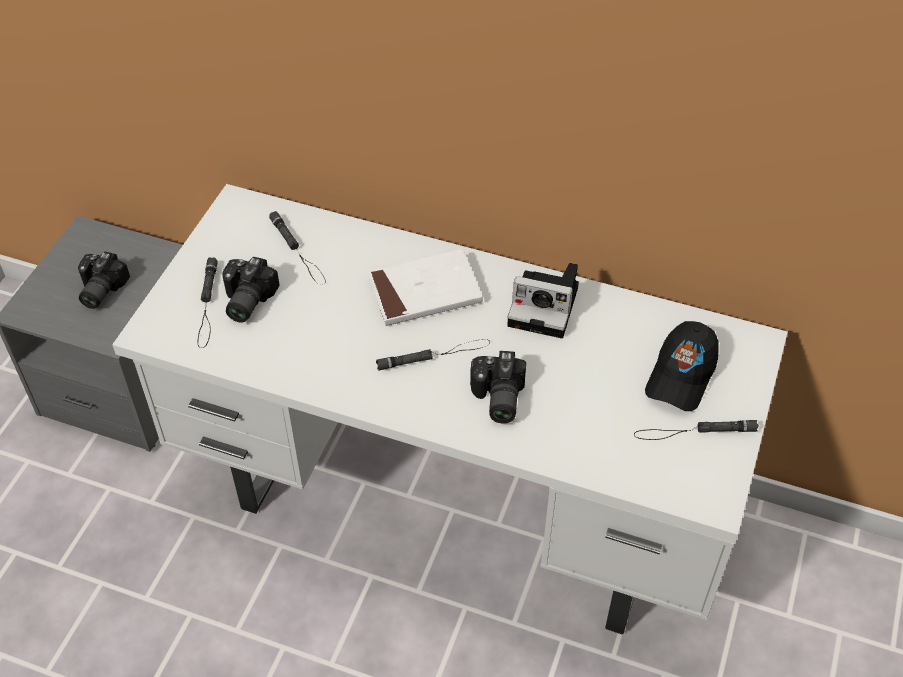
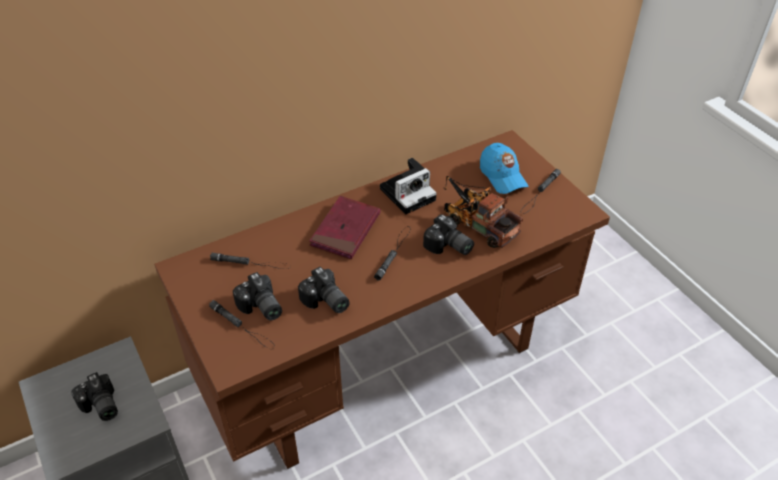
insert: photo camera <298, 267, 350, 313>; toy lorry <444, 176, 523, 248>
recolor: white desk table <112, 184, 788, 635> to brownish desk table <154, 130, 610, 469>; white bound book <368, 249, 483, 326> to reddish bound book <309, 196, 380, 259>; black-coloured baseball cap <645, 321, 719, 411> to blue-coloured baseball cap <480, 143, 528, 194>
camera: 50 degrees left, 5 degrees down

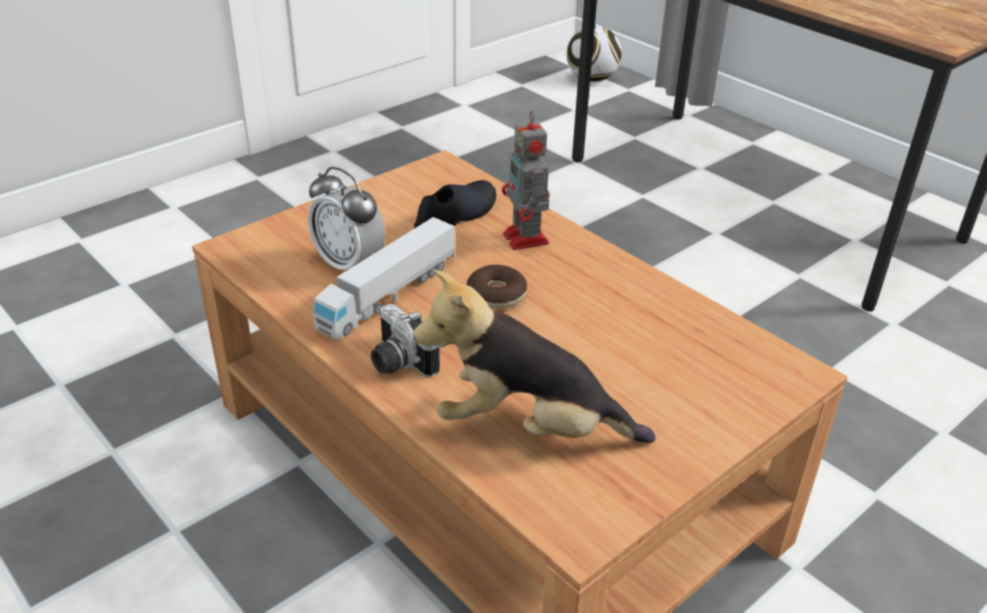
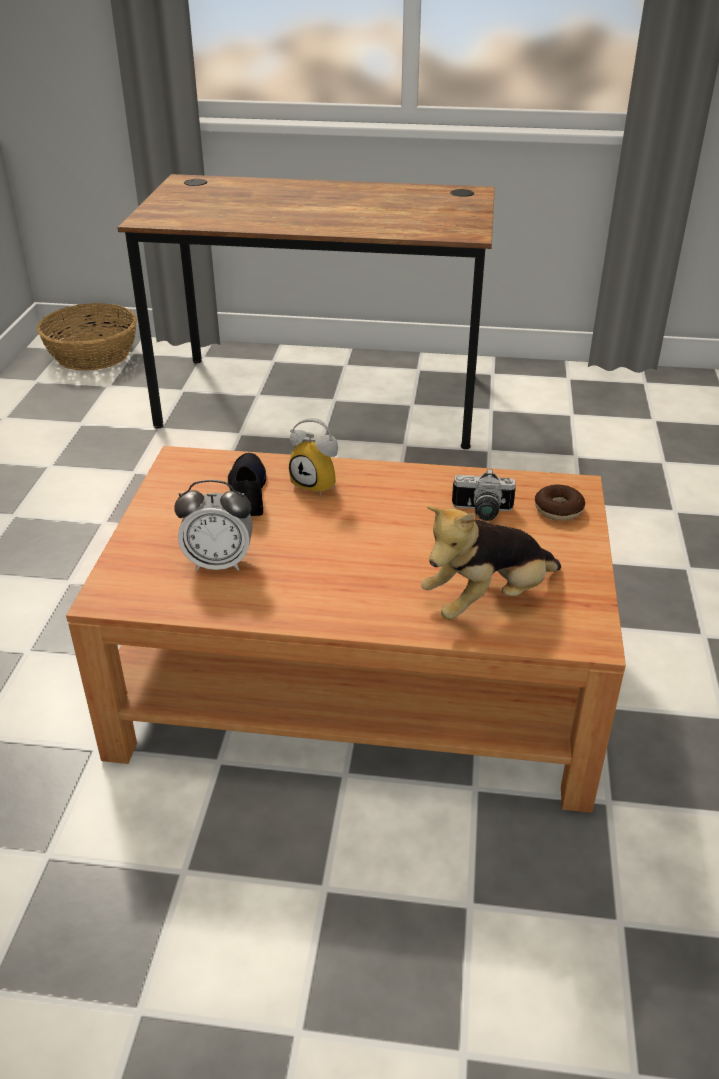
delete: toy lorry <313, 217, 456, 340>
move: photo camera <371, 304, 440, 377> to <452, 469, 516, 521>; doughnut <467, 265, 527, 309> to <535, 485, 585, 521>
replace: robot figure <502, 111, 550, 250> to alarm clock <289, 418, 338, 496>; football ball <567, 25, 622, 82> to storage basket <37, 303, 137, 371>
camera: 40 degrees left, 0 degrees up

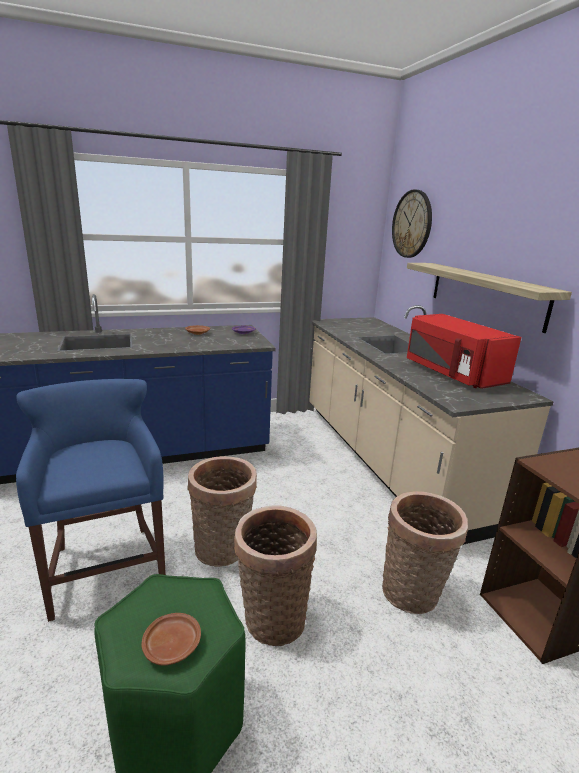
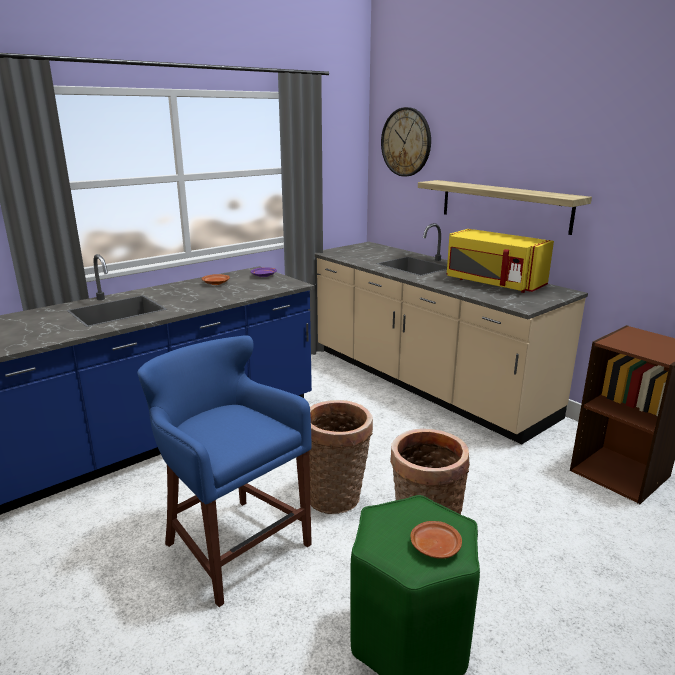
delete: storage basket <382, 491, 468, 614>
recolor: reddish kitchen microwave <407, 314, 521, 389> to yellow-coloured kitchen microwave <447, 229, 554, 293>
camera: 20 degrees left, 0 degrees up

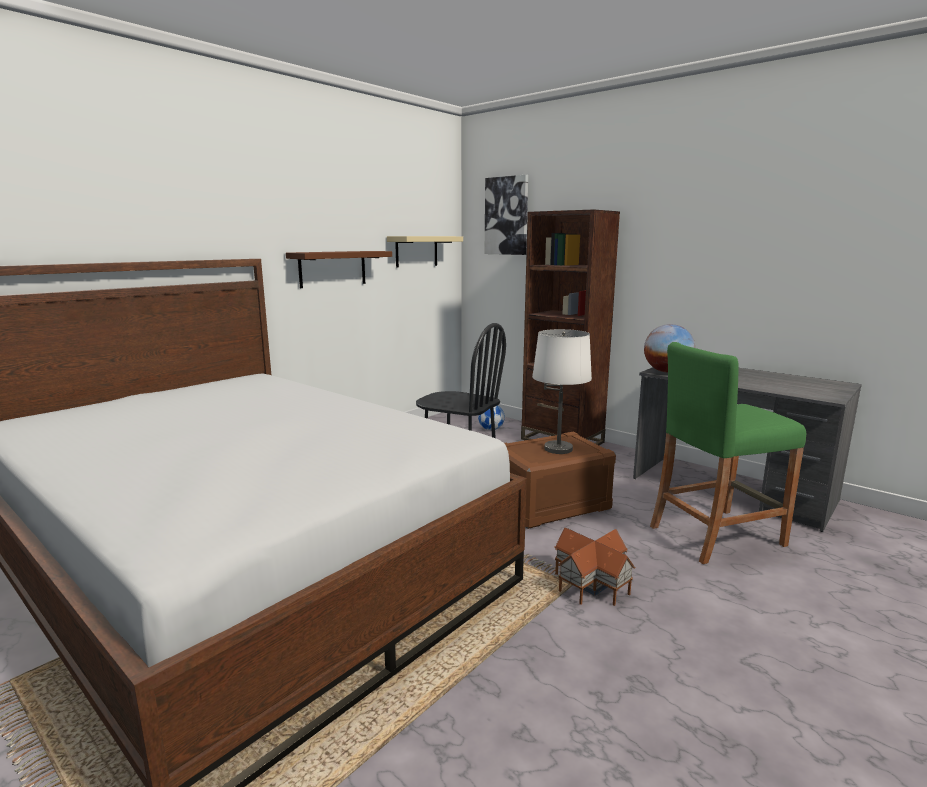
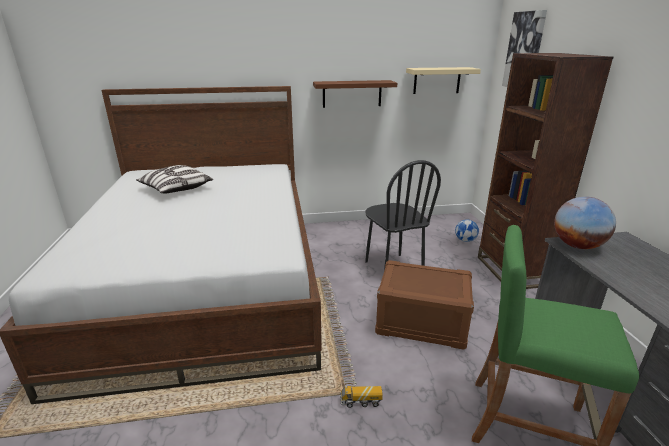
delete: white table lamp <532, 329, 592, 454>
insert: throw pillow <136, 165, 213, 193>
replace: miniature house <555, 528, 636, 606> to toy lorry <340, 386, 383, 408>
camera: 40 degrees right, 10 degrees up

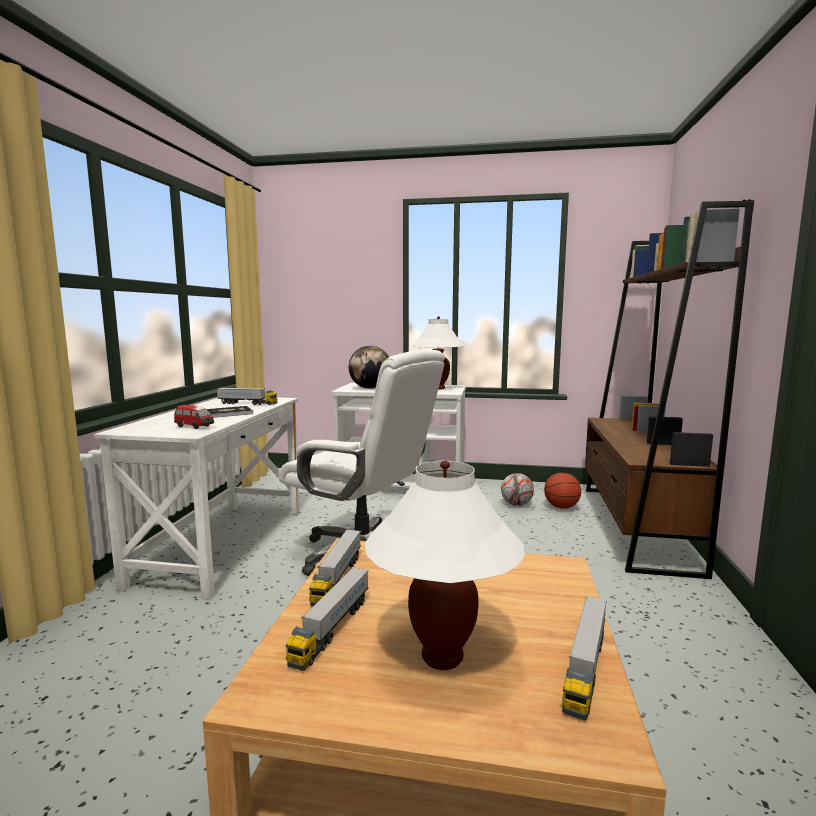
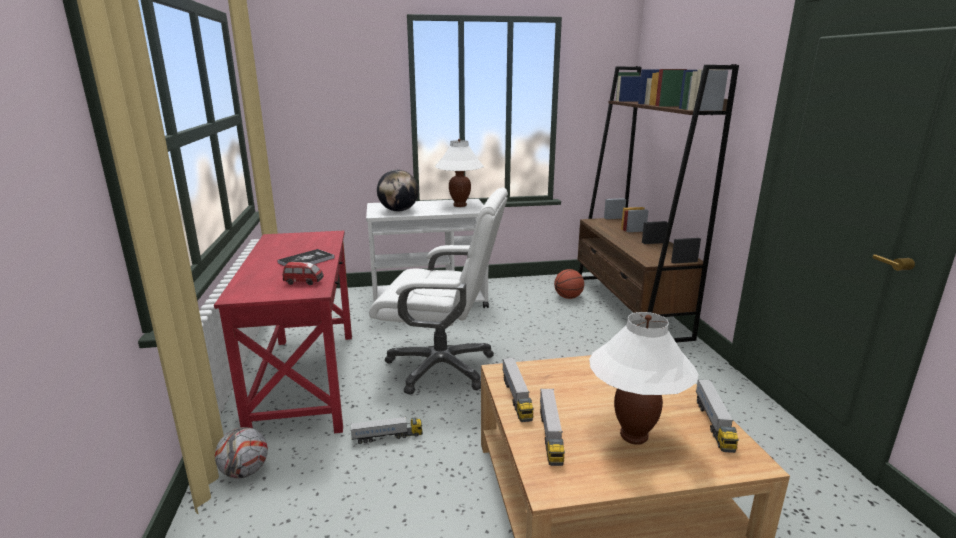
move: toy lorry <217, 388, 278, 405> to <351, 417, 423, 444>; football ball <501, 473, 534, 506> to <215, 427, 268, 478>
recolor: white desk table <93, 397, 299, 600> to reddish desk table <214, 231, 352, 433>
camera: 20 degrees left, 10 degrees up

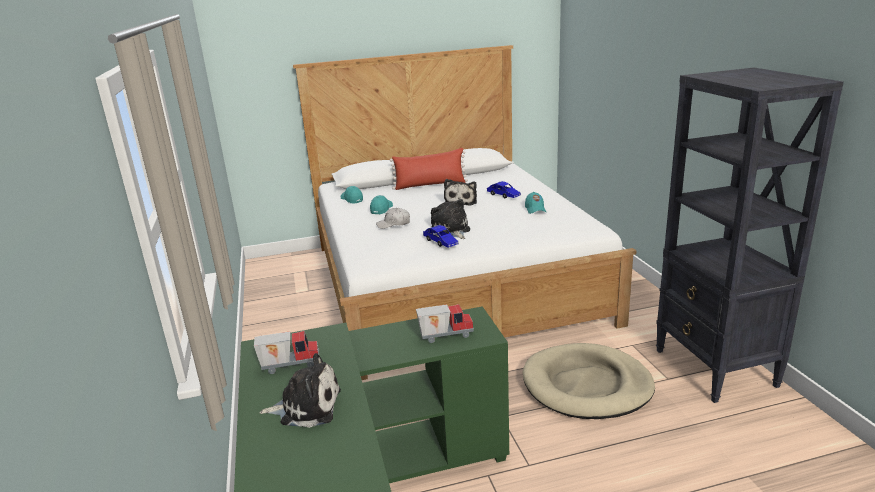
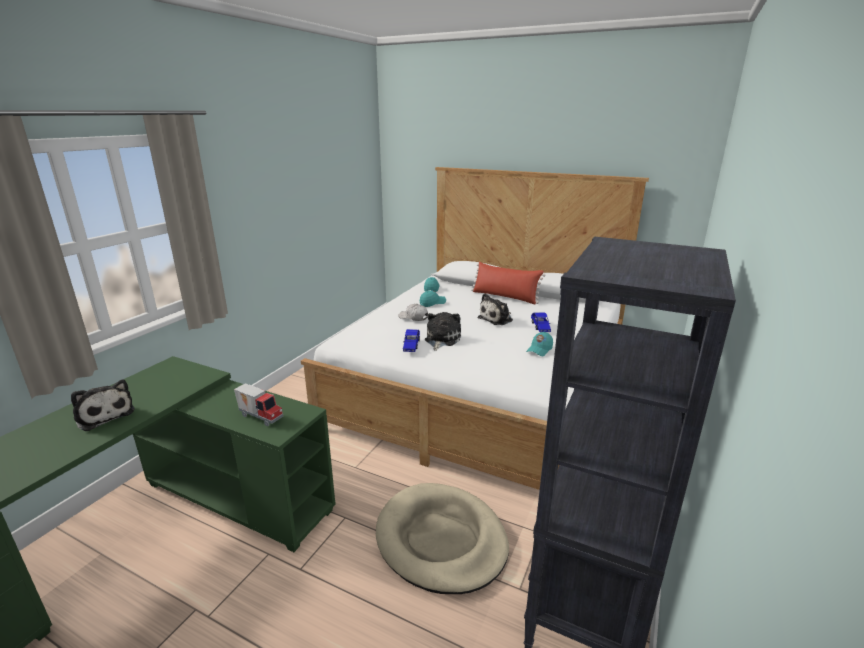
delete: toy lorry <254, 331, 319, 374>
camera: 40 degrees right, 0 degrees up

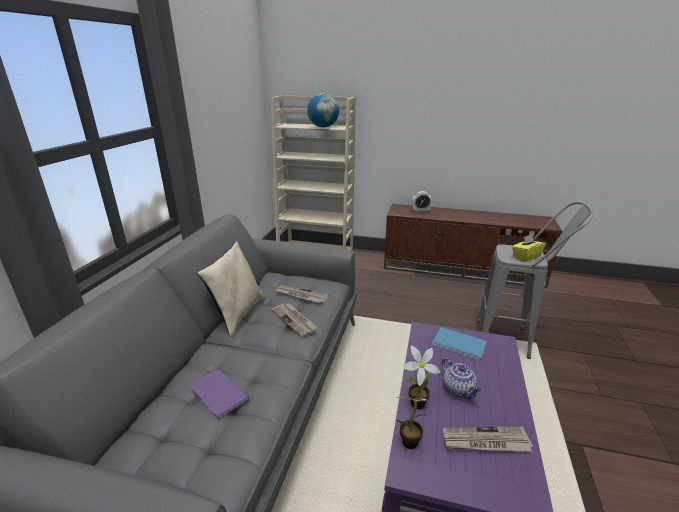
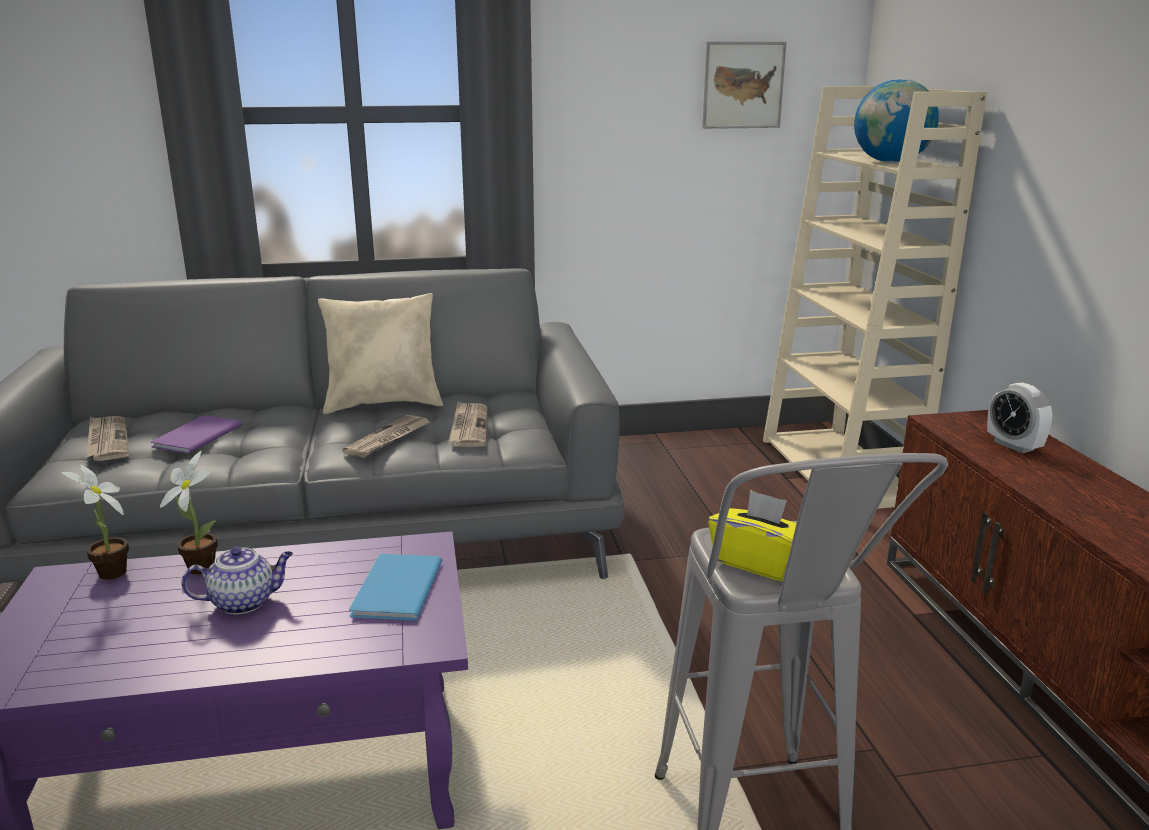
insert: picture <702, 42, 787, 129>
move: printed paper <443, 426, 533, 451> to <85, 416, 129, 461>
rotate: pot for tea <442, 358, 481, 399> = <181, 547, 293, 614> 150 degrees counterclockwise
camera: 65 degrees right, 5 degrees down

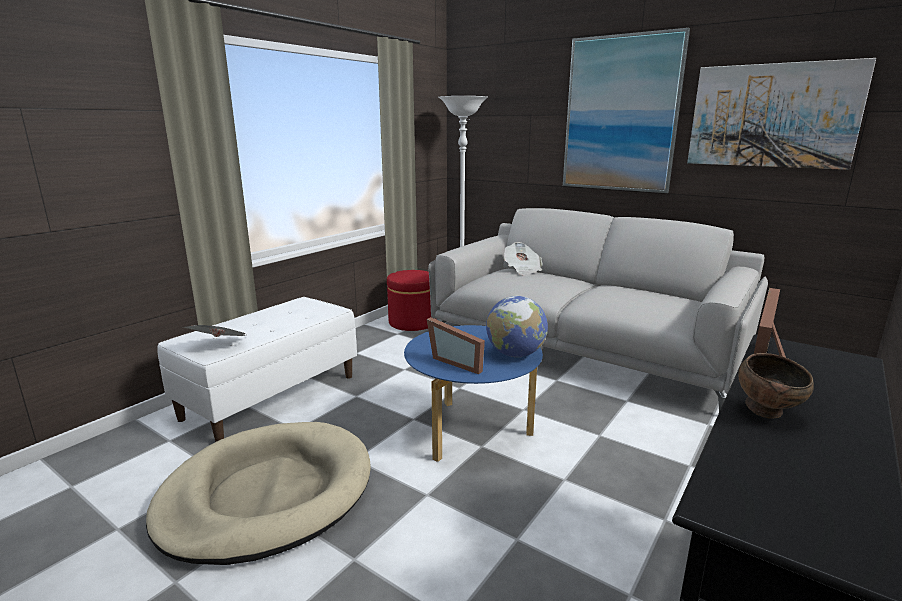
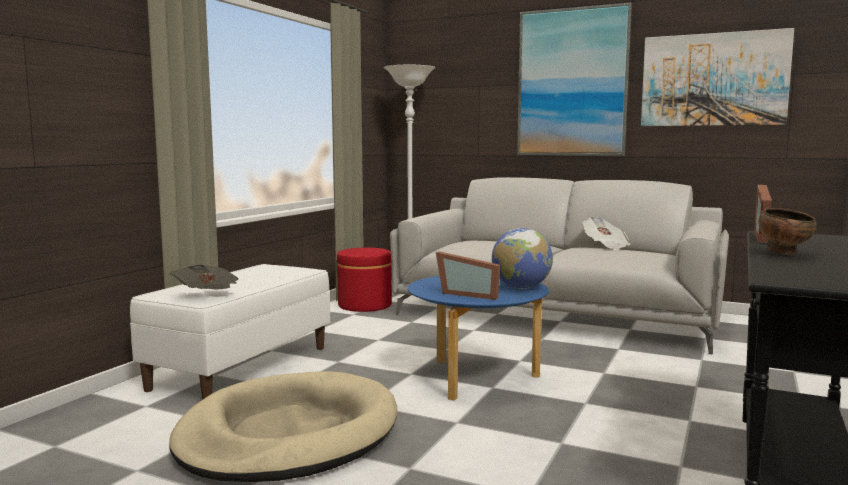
move: printed paper <503, 242, 542, 275> to <583, 217, 631, 250>
camera: 10 degrees left, 10 degrees down

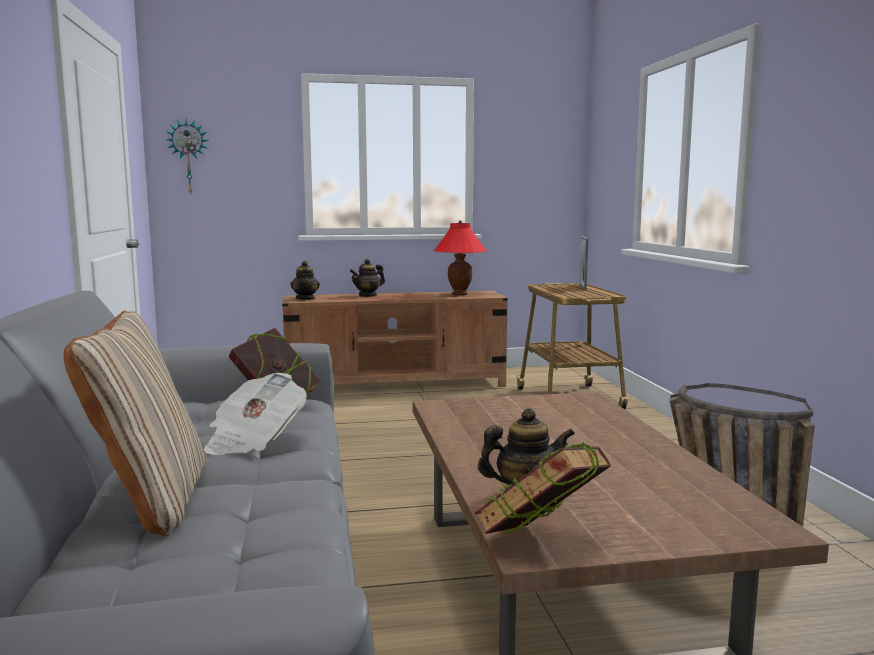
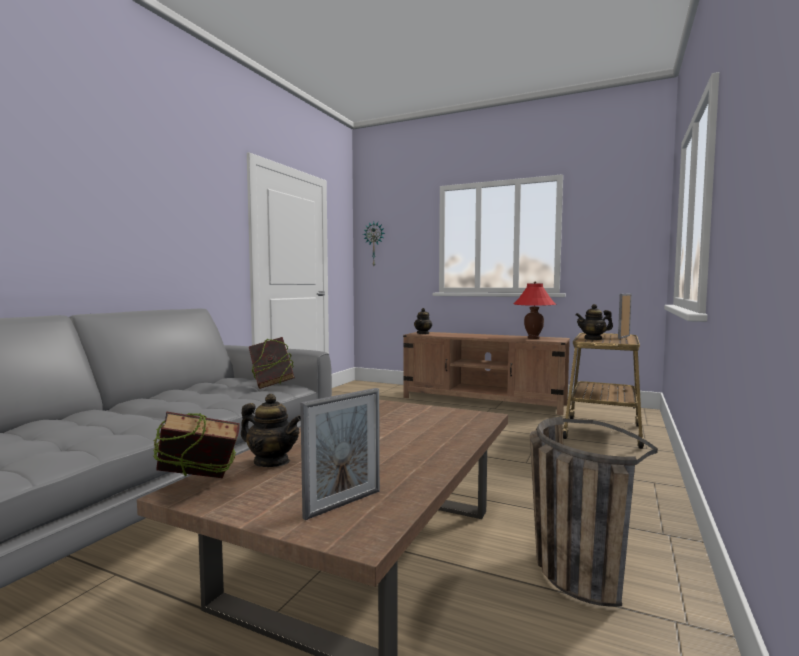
delete: beige-coloured throw pillow <63, 310, 207, 536>; printed paper <204, 373, 307, 455>
insert: photo frame <300, 388, 380, 520>
move: pot for tea <350, 259, 385, 297> to <576, 304, 613, 340>
camera: 35 degrees right, 5 degrees down

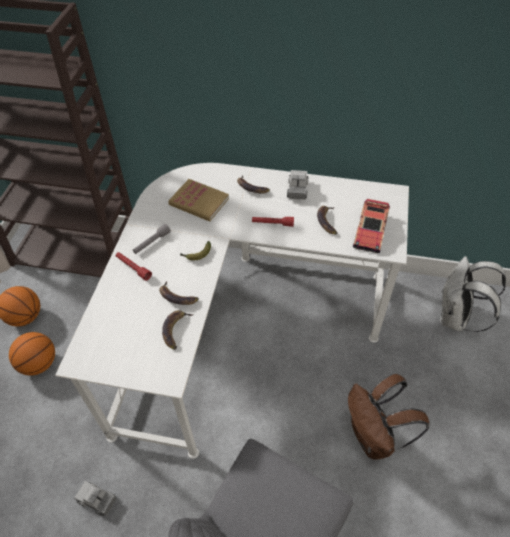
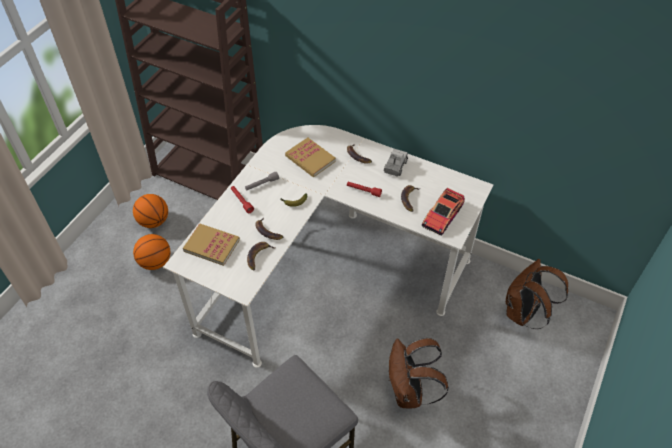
delete: toy lorry <75, 481, 117, 516>
insert: bound book <183, 223, 240, 266>
recolor: white backpack <440, 256, 506, 332> to brownish backpack <506, 259, 568, 329>
camera: 15 degrees right, 0 degrees up

